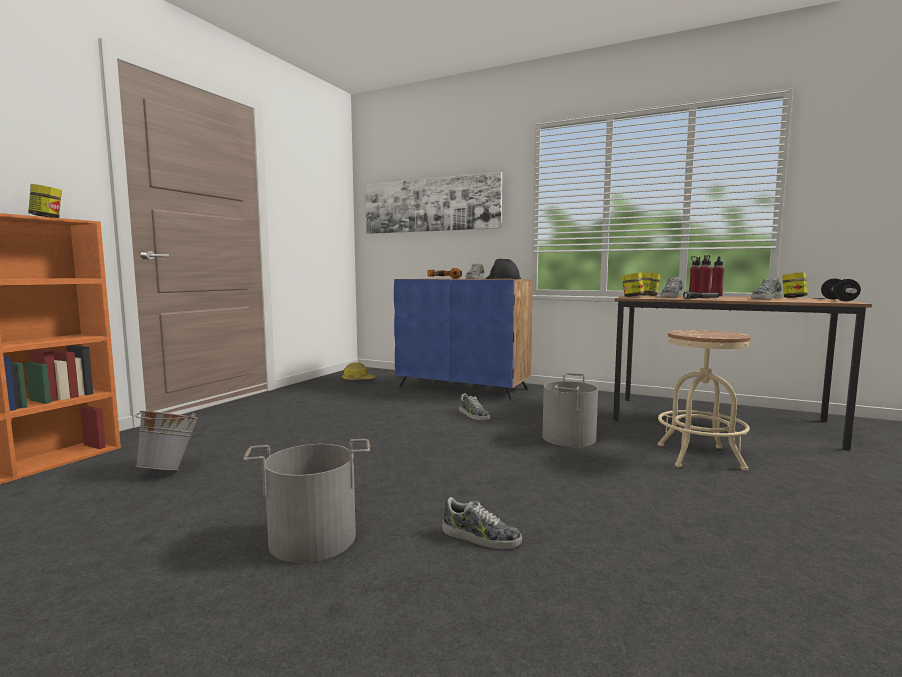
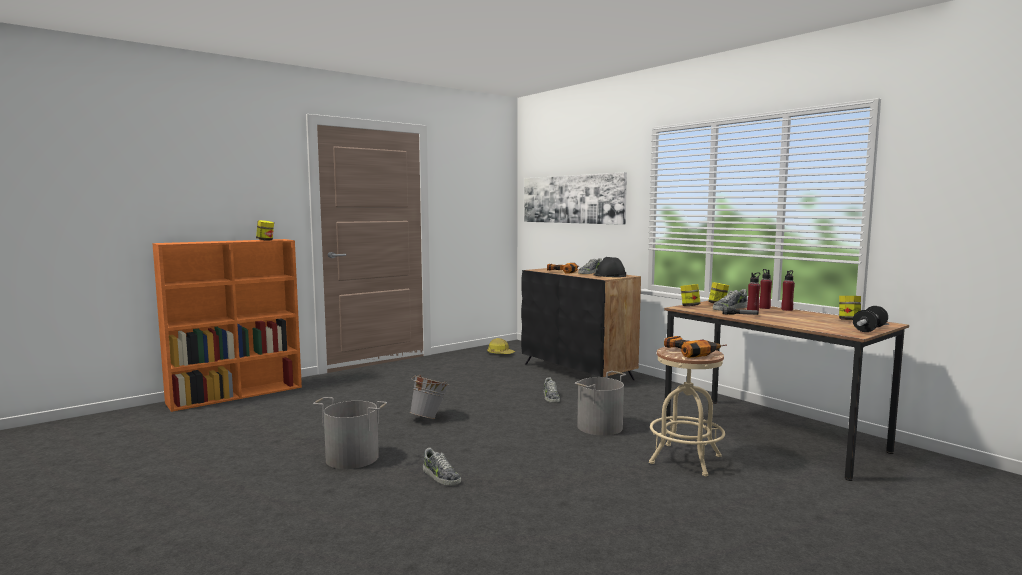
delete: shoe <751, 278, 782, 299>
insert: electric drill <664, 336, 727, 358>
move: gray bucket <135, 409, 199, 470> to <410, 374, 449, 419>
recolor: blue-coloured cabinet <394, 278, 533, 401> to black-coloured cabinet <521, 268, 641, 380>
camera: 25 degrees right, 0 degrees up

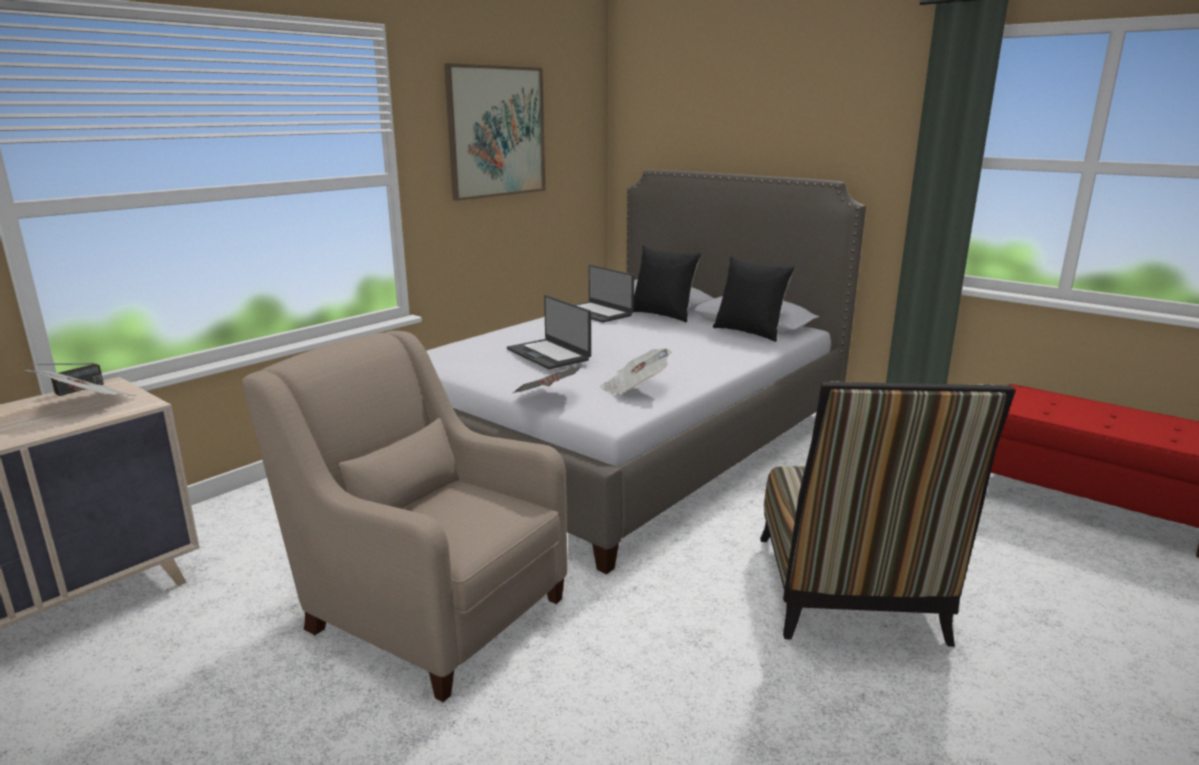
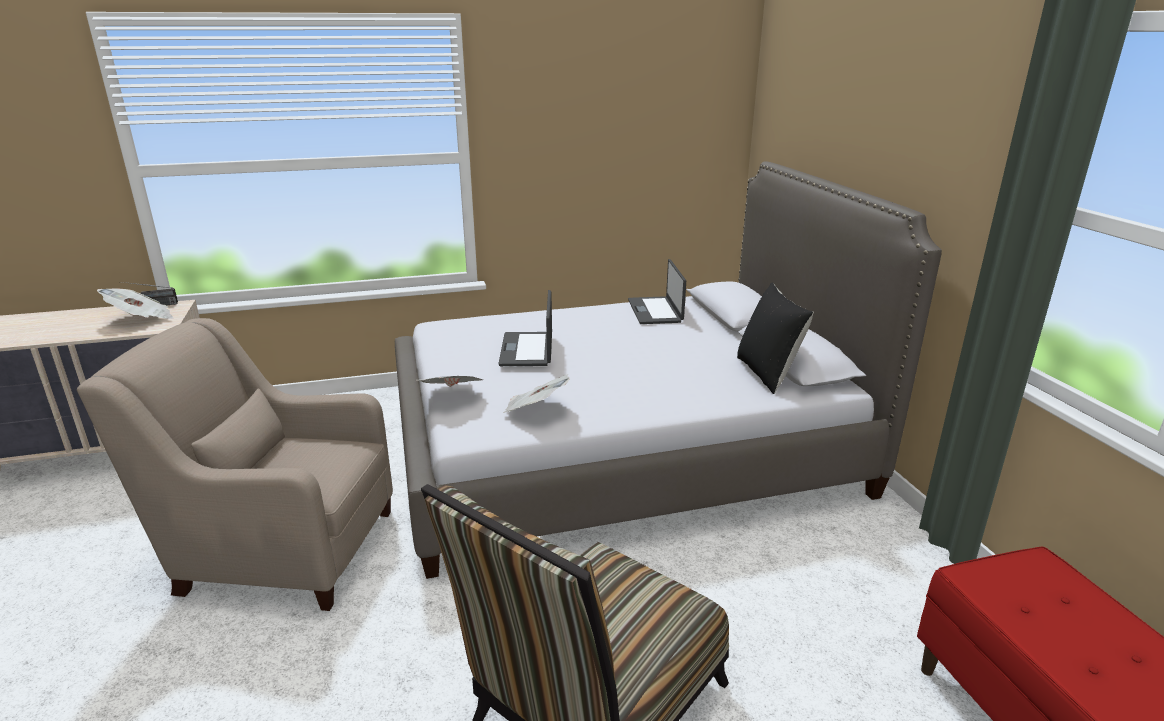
delete: picture <444, 63, 545, 201>; black-coloured throw pillow <634, 246, 702, 322>
rotate: beige-coloured lounge chair <242, 331, 567, 702> = <77, 318, 393, 611> 60 degrees counterclockwise
camera: 35 degrees right, 5 degrees up

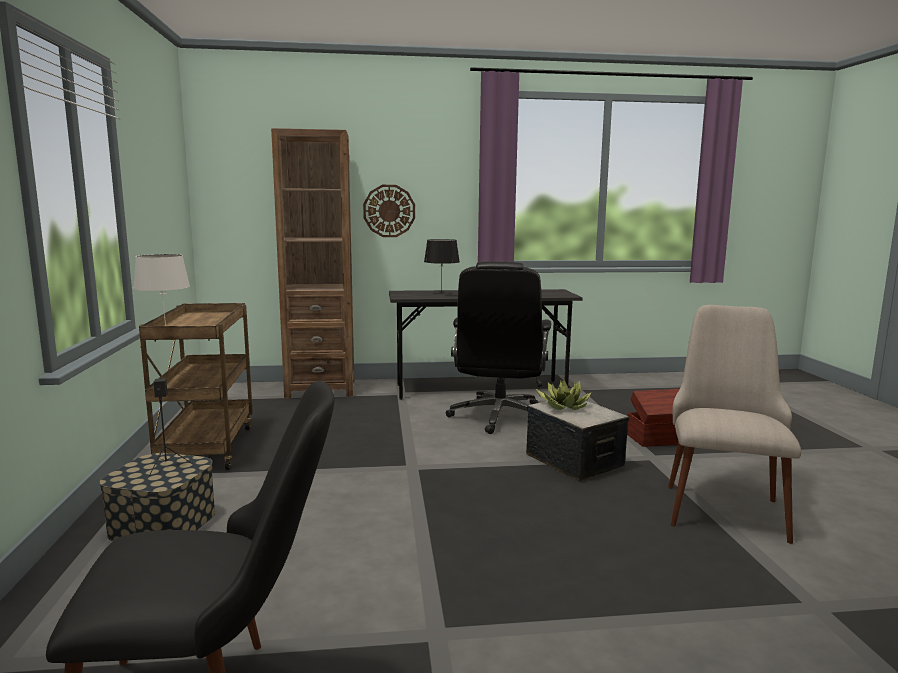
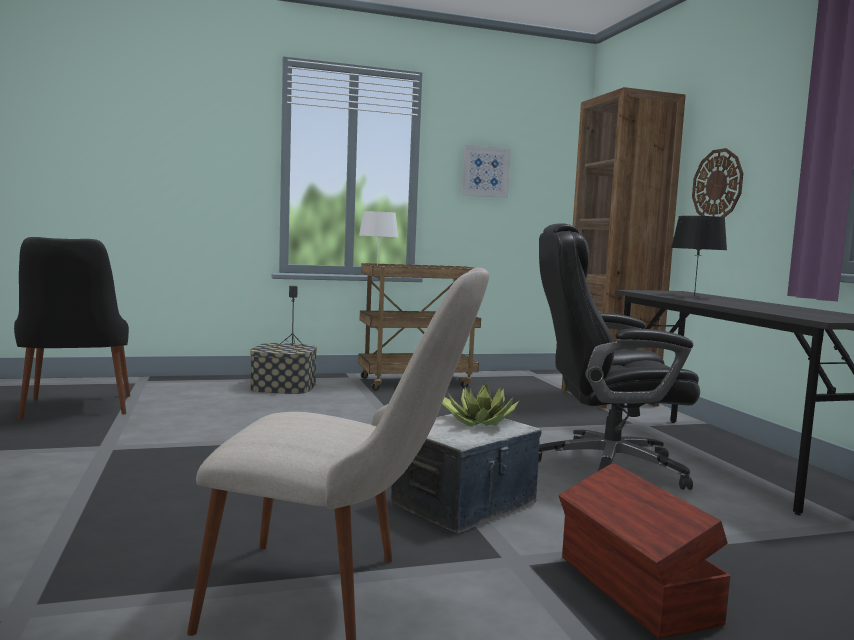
insert: picture <461, 145, 511, 198>
camera: 80 degrees right, 5 degrees down

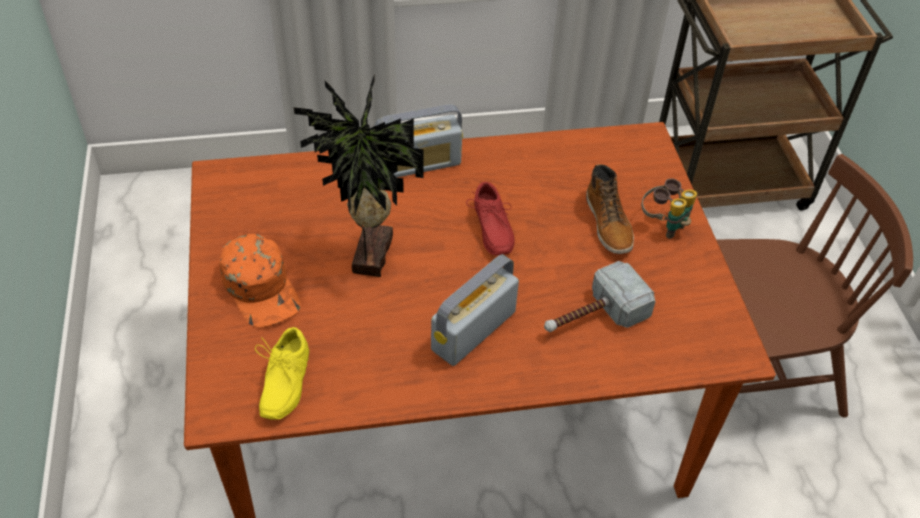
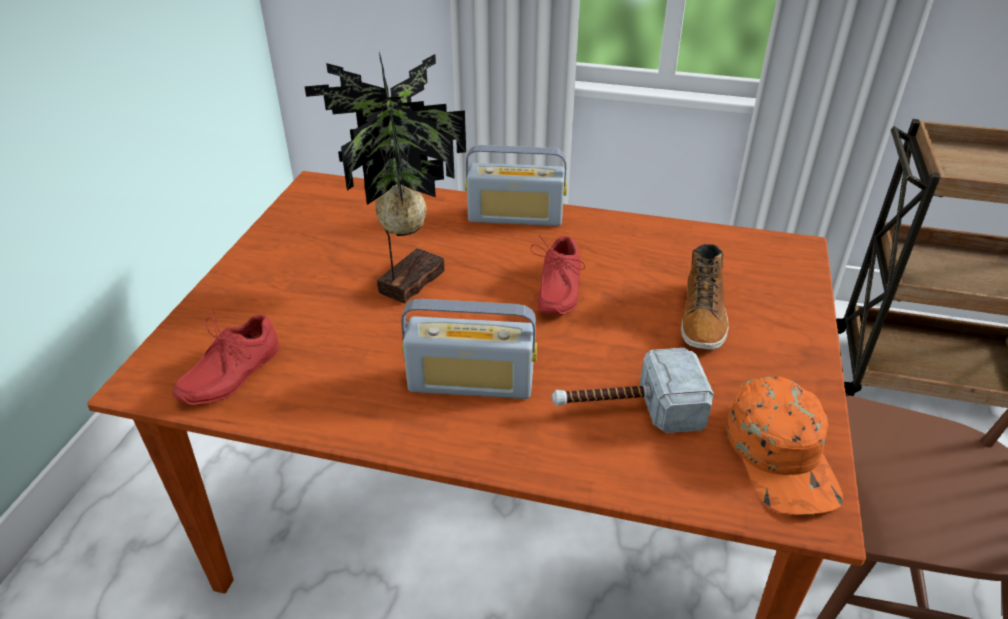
delete: binoculars <641, 178, 697, 239>
move: orangey baseball cap <219, 234, 301, 328> to <727, 377, 843, 515>
recolor: yellow-coloured shoe <255, 327, 309, 420> to reddish shoe <172, 309, 279, 405>
rotate: radio <431, 254, 519, 366> = <401, 299, 537, 399> 150 degrees counterclockwise
camera: 25 degrees right, 10 degrees down

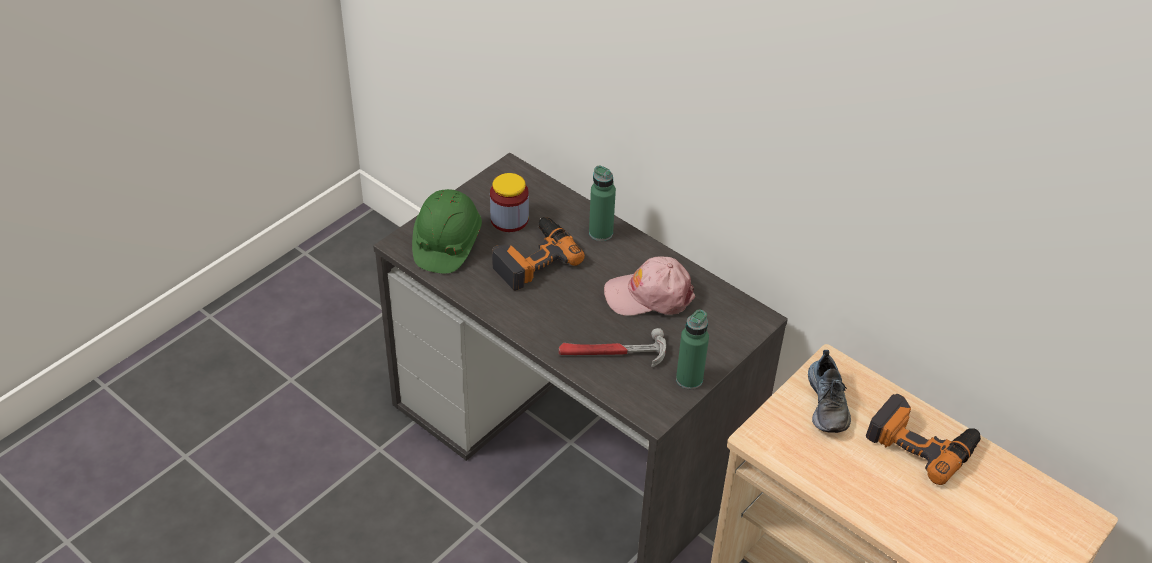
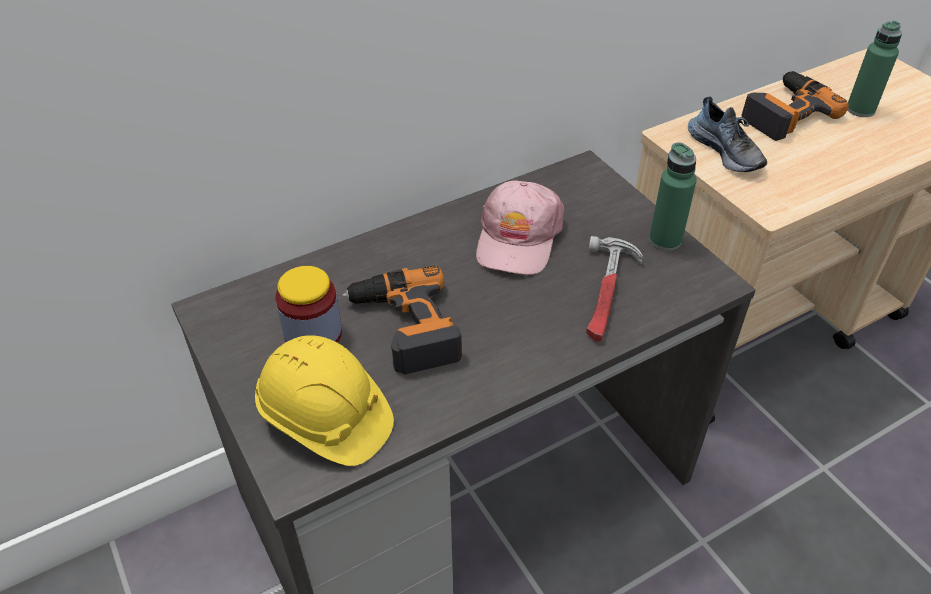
move: green-coloured beverage bottle <589, 166, 616, 241> to <847, 20, 902, 117>
recolor: green-coloured hard hat <412, 189, 482, 274> to yellow-coloured hard hat <255, 335, 394, 466>
rotate: shoe <808, 350, 851, 433> = <688, 97, 767, 172> 45 degrees clockwise
camera: 70 degrees left, 0 degrees up

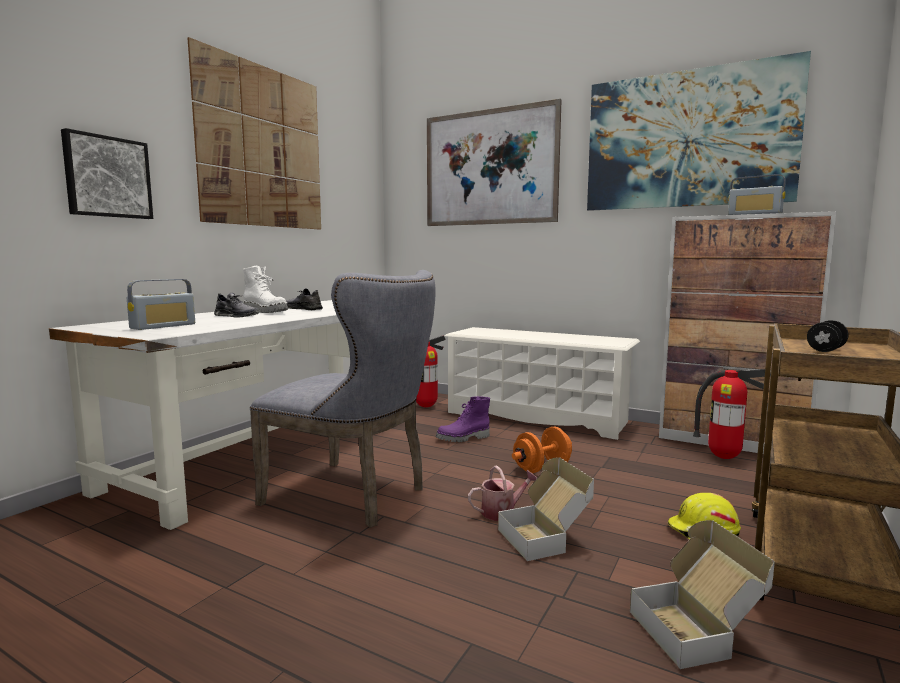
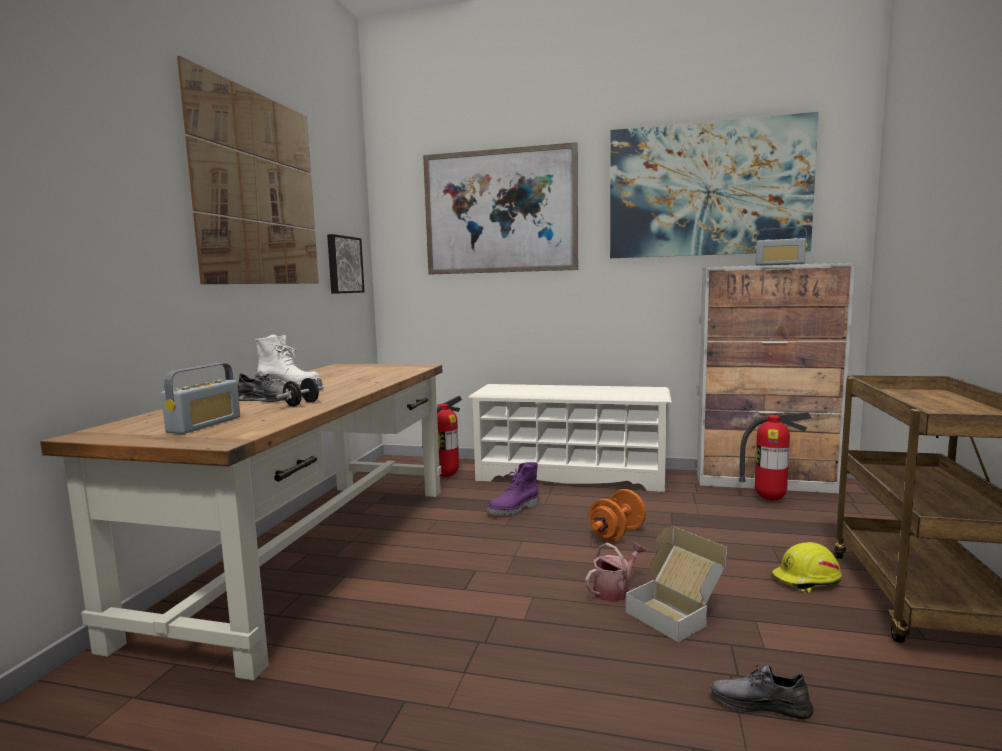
delete: gray plain chair <250, 270, 436, 528>; packing box <630, 520, 775, 669>
move: picture <61, 128, 153, 219> to <327, 234, 365, 294>; gray shoe <286, 288, 323, 310> to <711, 665, 814, 719>; black-coloured hand weight <807, 320, 849, 352> to <276, 378, 323, 406>
recolor: white desk table <49, 300, 350, 530> to brownish desk table <40, 364, 443, 681>
camera: 15 degrees left, 0 degrees up

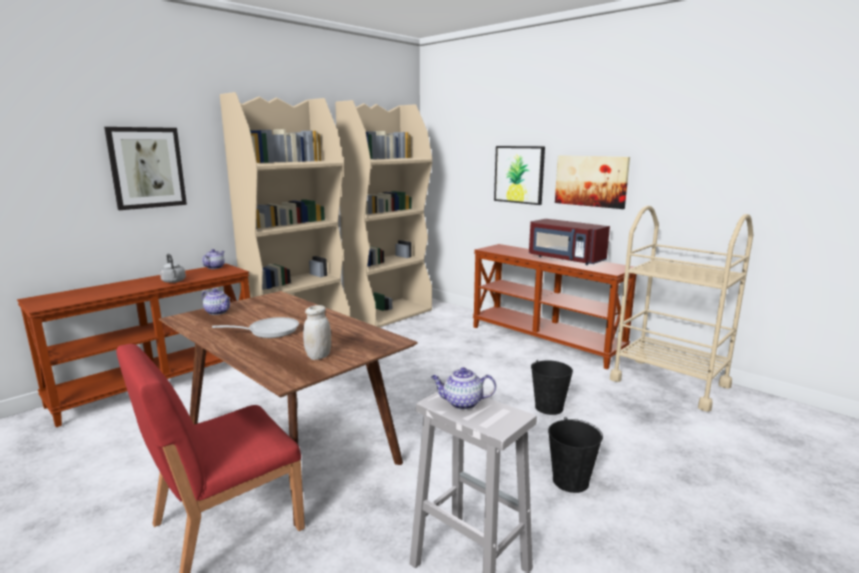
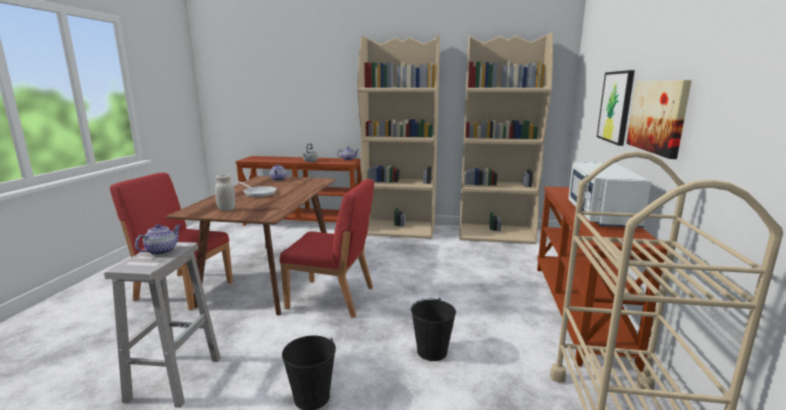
delete: picture <104, 127, 187, 210>
insert: reddish plain chair <280, 179, 374, 318>
recolor: reddish kitchen microwave <529, 219, 610, 265> to white kitchen microwave <568, 162, 652, 228>
rotate: pot for tea <431, 367, 496, 410> = <135, 224, 181, 255> 60 degrees clockwise
camera: 55 degrees right, 0 degrees up

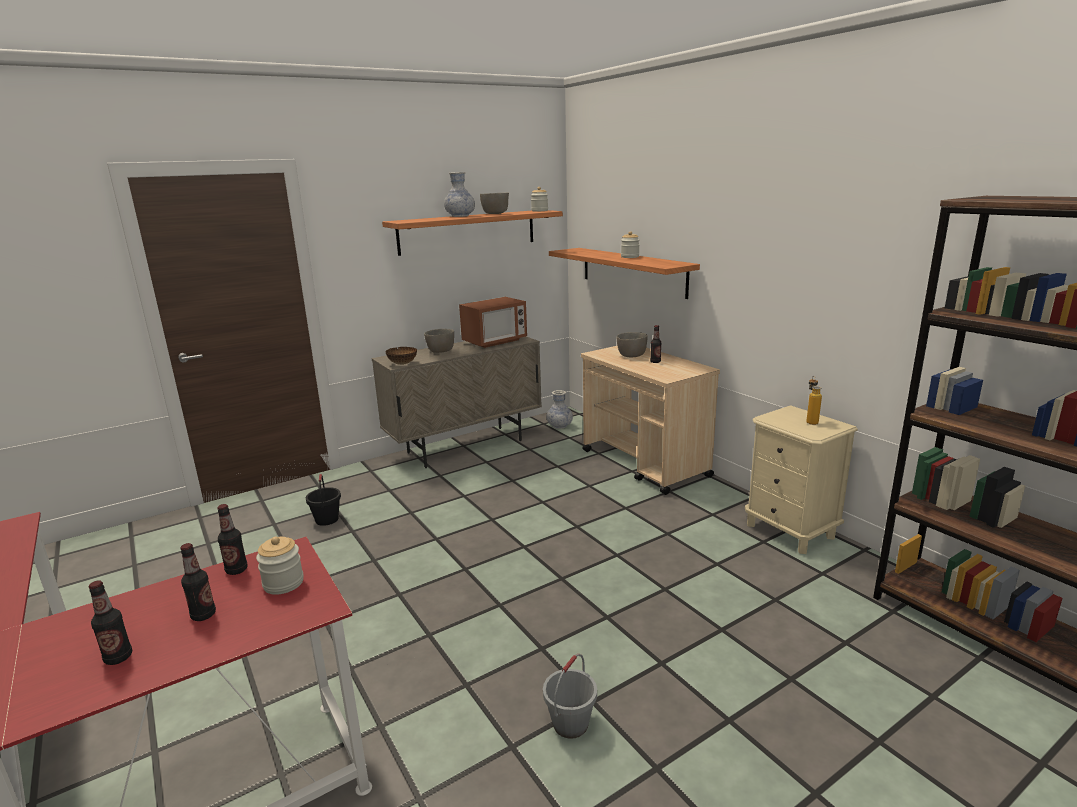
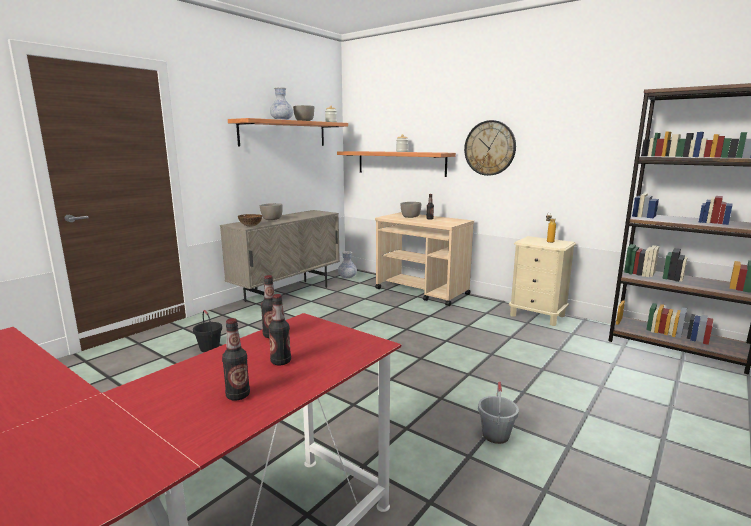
delete: preserve jar <256, 537, 304, 595>; kitchen microwave <459, 297, 527, 348>
insert: wall clock <464, 120, 516, 176>
camera: 20 degrees left, 5 degrees down

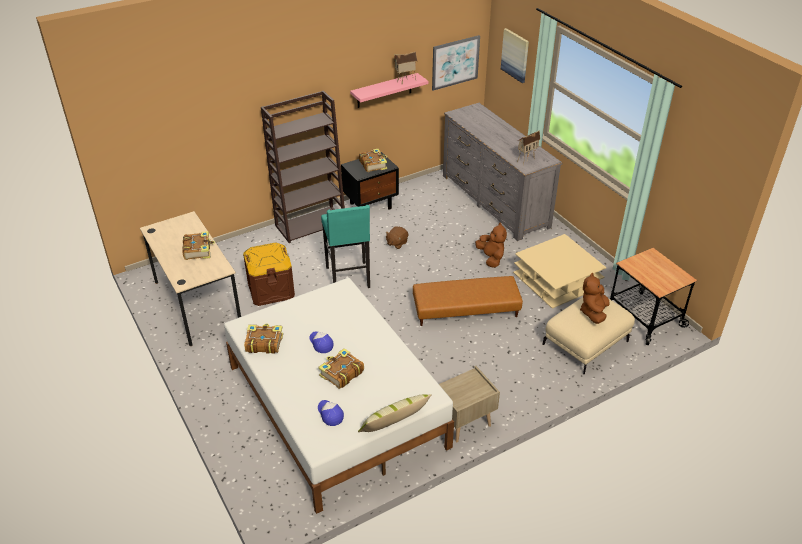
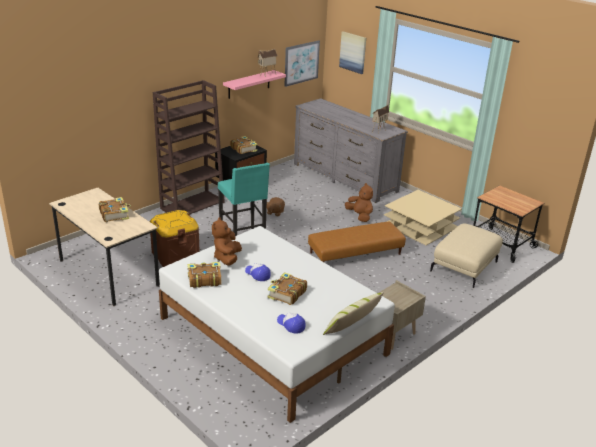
move: brownish plush toy <580, 273, 610, 324> to <212, 217, 242, 266>
camera: 15 degrees left, 10 degrees down

